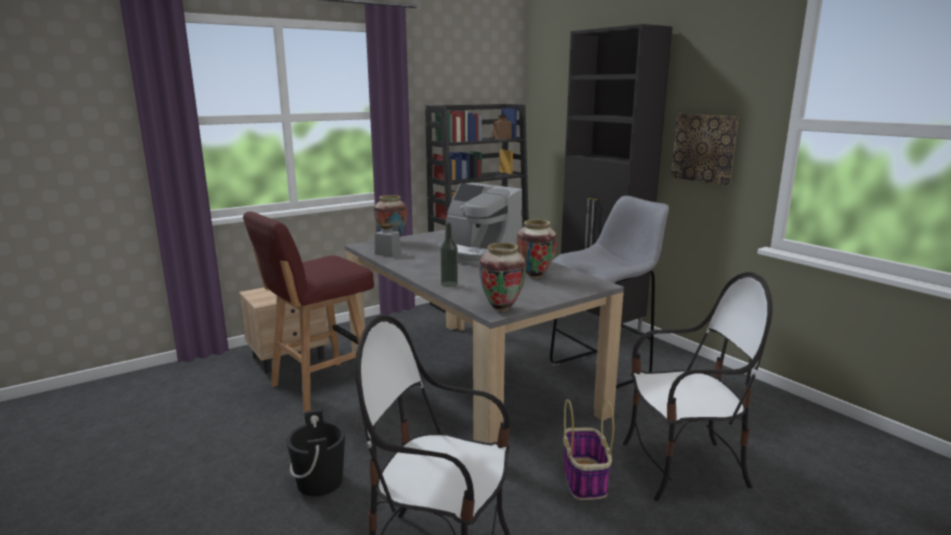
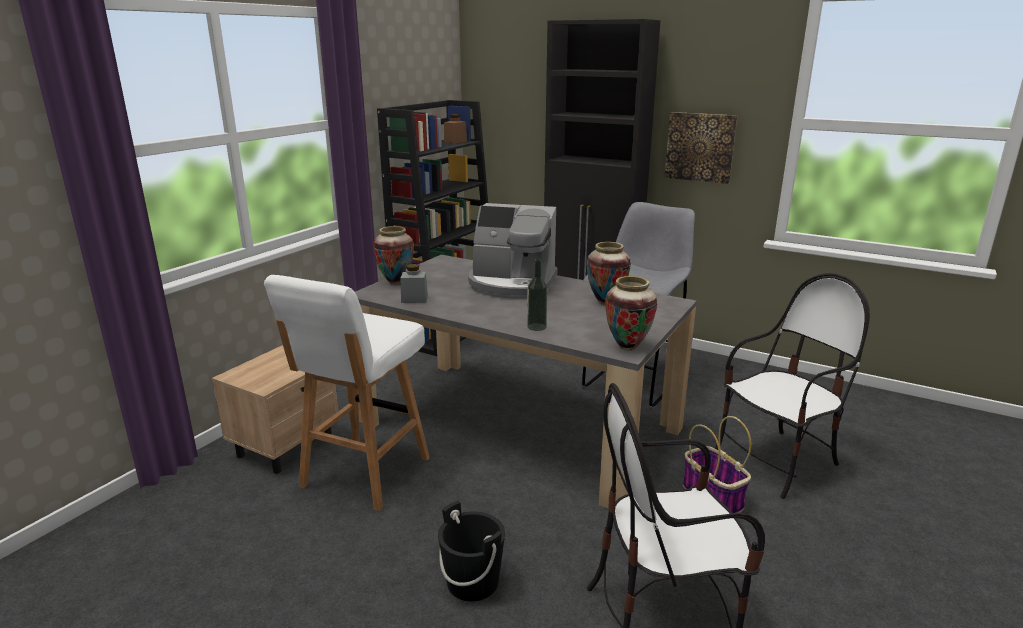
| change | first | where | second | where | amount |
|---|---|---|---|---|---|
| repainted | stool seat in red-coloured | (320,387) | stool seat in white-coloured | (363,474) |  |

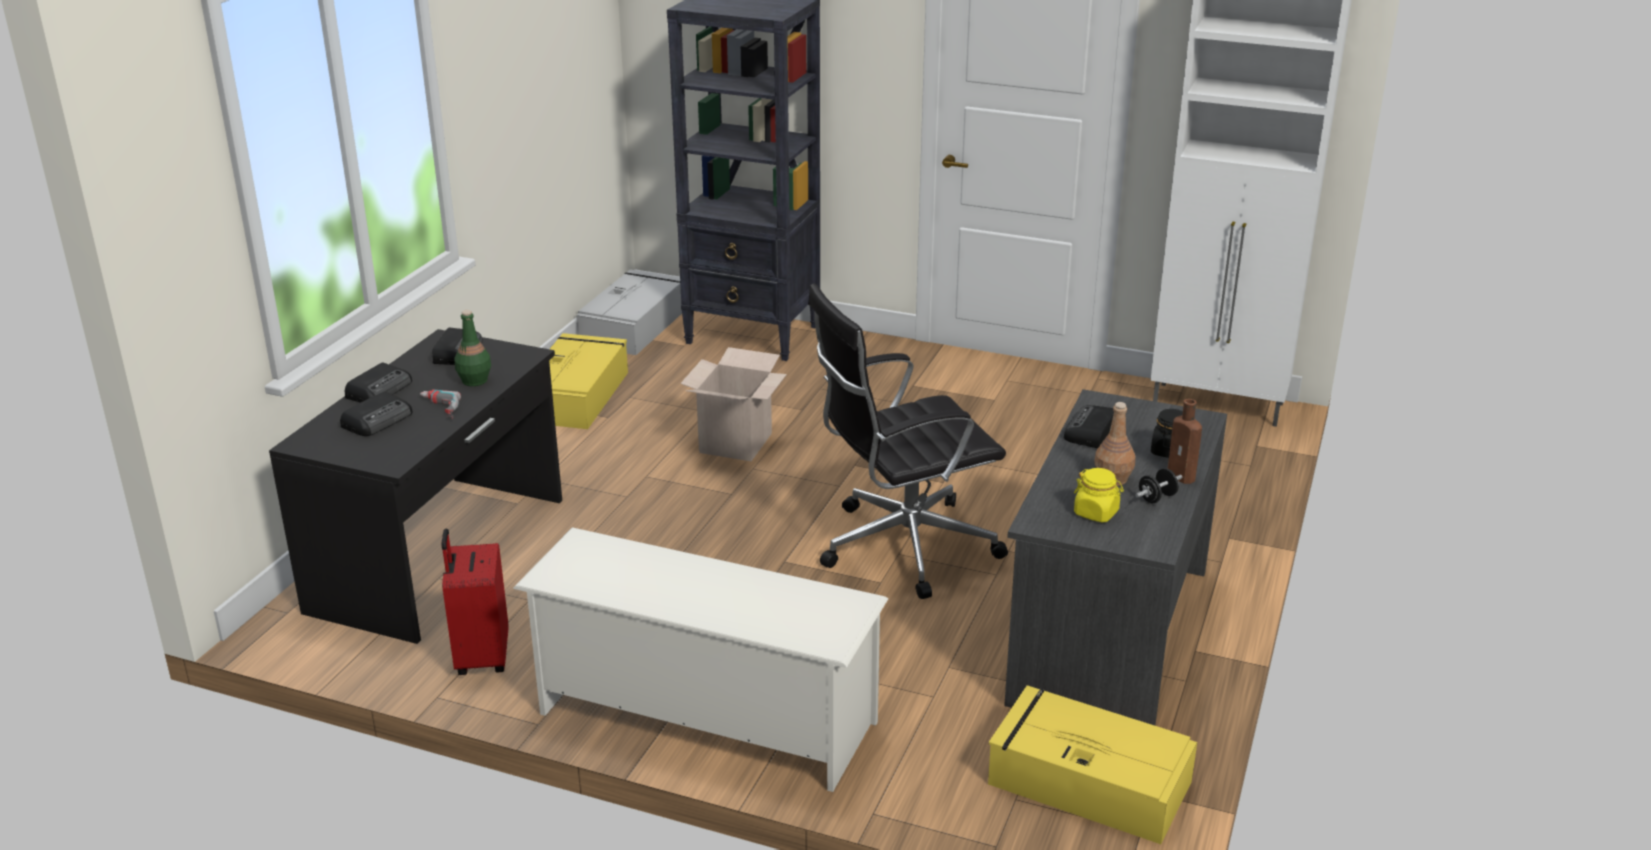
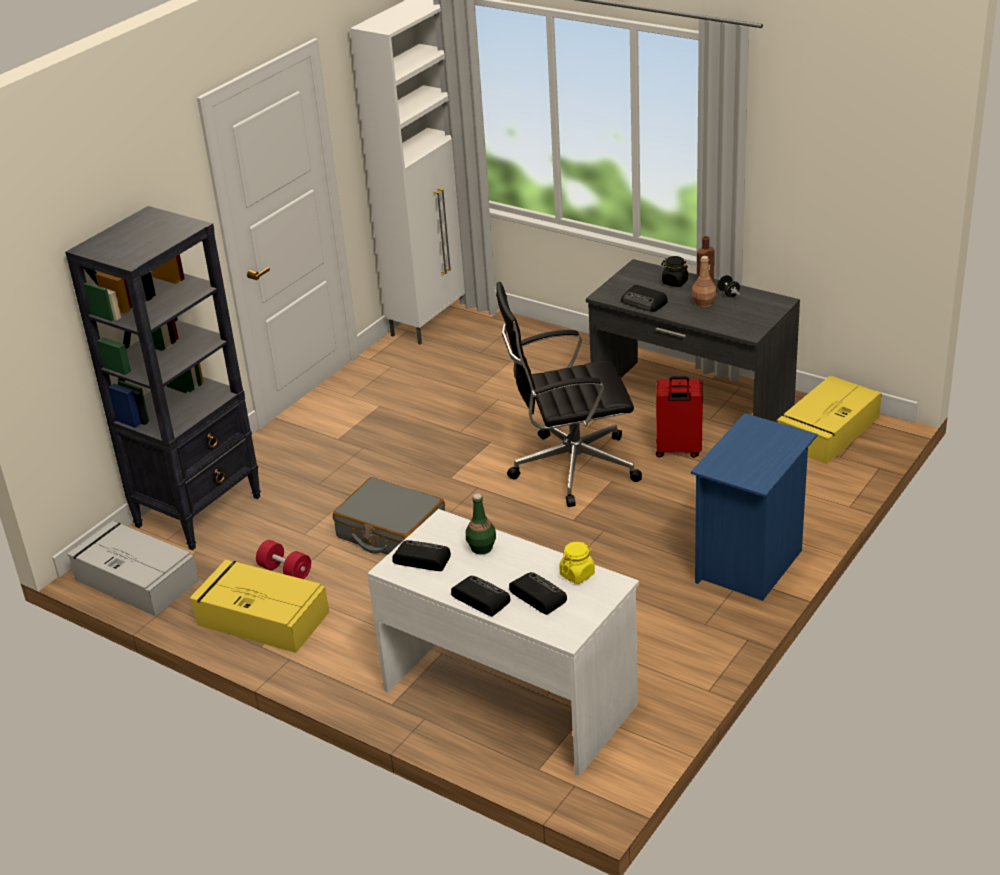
| change | first | where | second | where | amount |
|---|---|---|---|---|---|
| new |  |  | free weight in red-coloured | (285,571) |  |
| swapped | cardboard box | (735,443) | travel case in gray | (391,532) |  |
| repainted | desk in black-coloured | (441,554) | desk in white-coloured | (510,695) |  |
| rotated | computer chair in black-coloured | (902,547) |  | (570,467) | 90 degrees clockwise |
| shifted | preserve jar in yellow | (1096,513) |  | (577,574) |  |
| shifted | travel case in red-coloured | (480,657) |  | (678,450) |  |
| swapped | shoe rack in white-coloured | (704,718) | night table in blue | (751,565) |  |
| gone | drill | (437,410) |  |  |  |

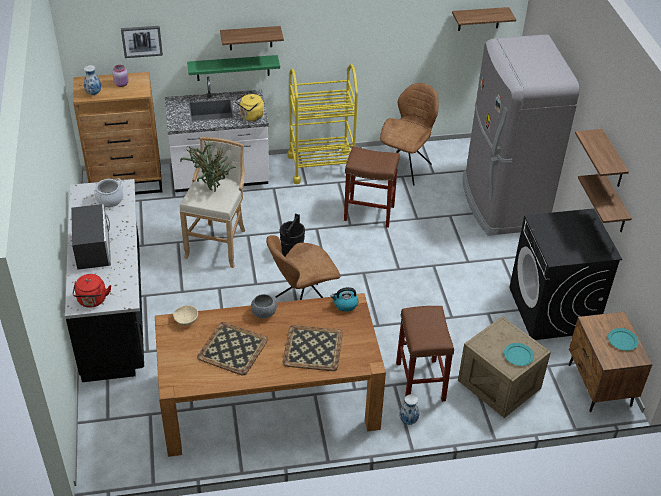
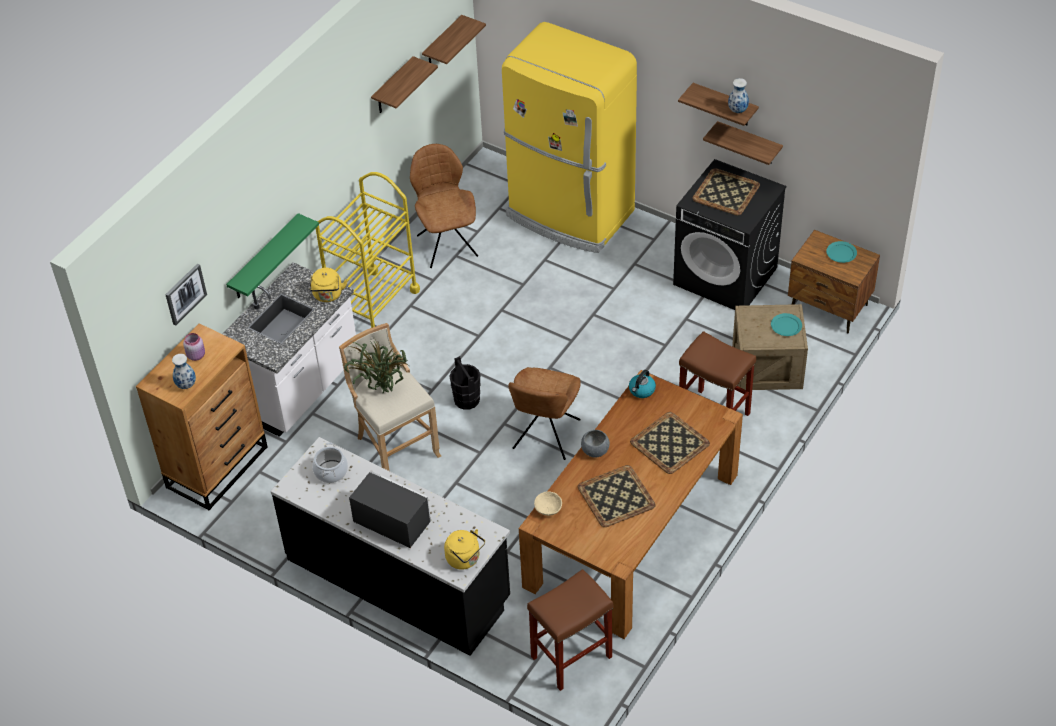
| change | first | where | second | where | amount |
|---|---|---|---|---|---|
| shifted | bracket shelf | (250,38) |  | (393,87) |  |
| repainted | tea kettle in red-coloured | (92,301) | tea kettle in yellow | (465,559) |  |
| repainted | refrigerator in gray | (502,203) | refrigerator in yellow | (569,215) |  |
| shifted | stool seat in brown-coloured | (370,213) |  | (572,656) |  |
| new |  |  | tray | (726,192) |  |
| shifted | decorative vase | (408,421) |  | (738,111) |  |

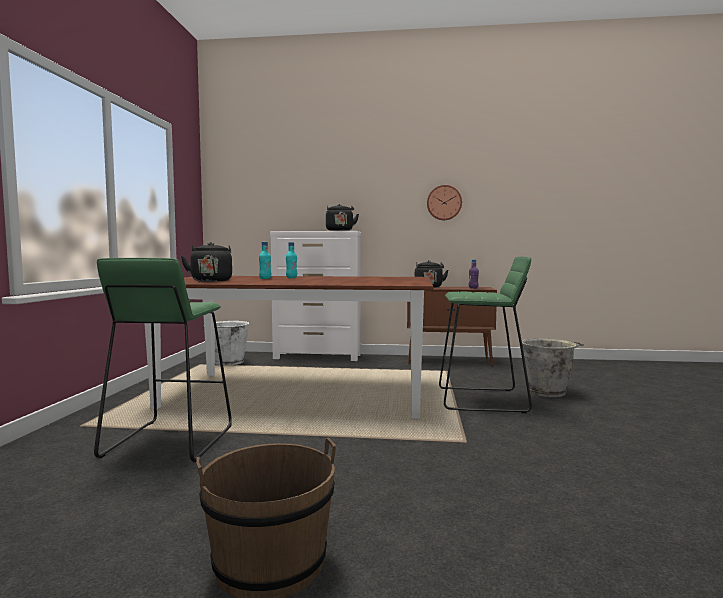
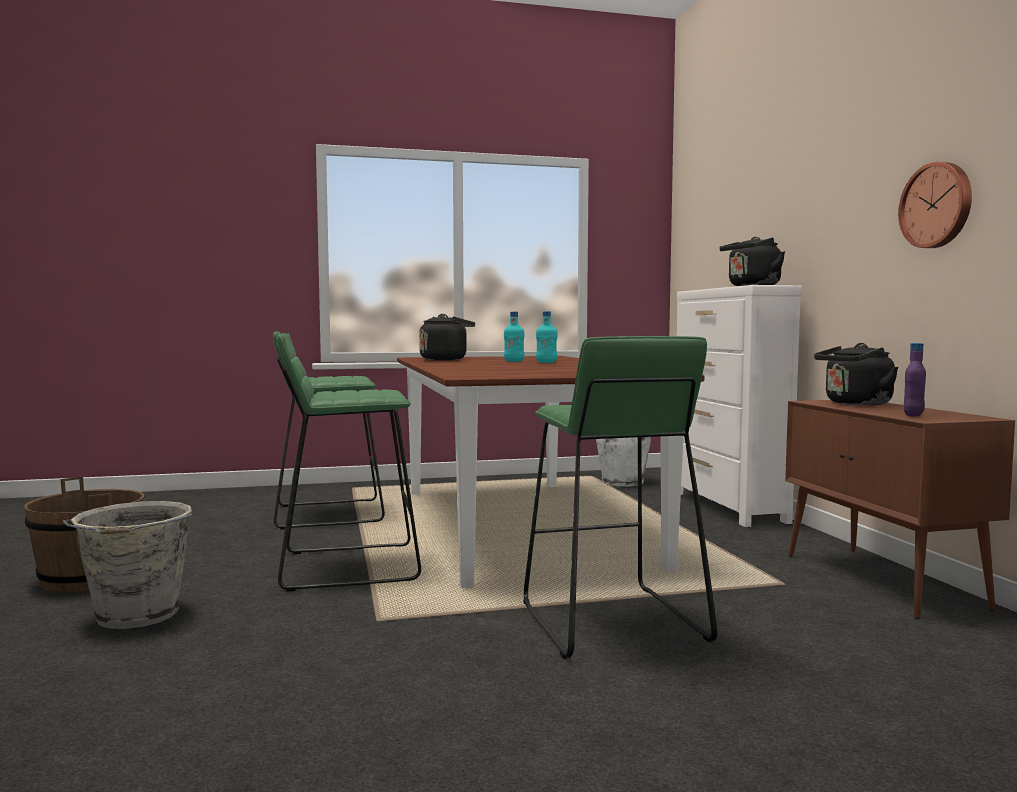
| change | first | where | second | where | amount |
|---|---|---|---|---|---|
| shifted | pail in gray | (548,392) |  | (136,616) |  |
| new |  |  | stool seat in green-coloured | (348,566) |  |

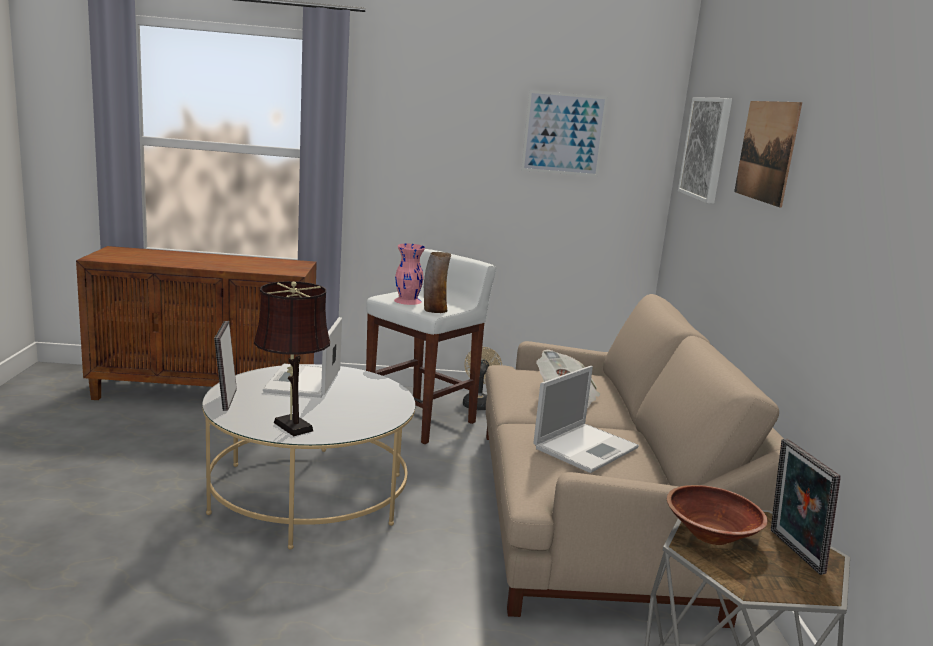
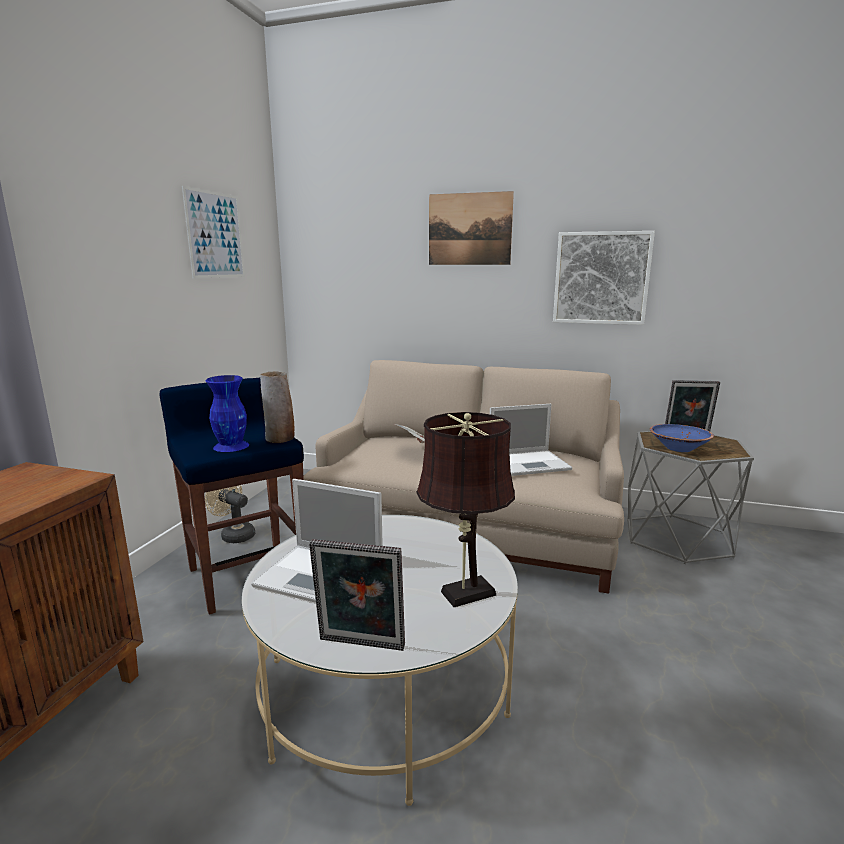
| change | first | where | second | where | amount |
|---|---|---|---|---|---|
| repainted | stool seat in white-coloured | (422,420) | stool seat in blue | (247,575) |  |
| repainted | decorative vase in pink-coloured | (408,301) | decorative vase in blue | (232,446) |  |
| rotated | portable computer | (586,447) |  | (529,463) | 105 degrees clockwise |
| shifted | wall art | (706,148) |  | (601,278) |  |
| repainted | bowl in brown-coloured | (710,534) | bowl in blue | (678,448) |  |

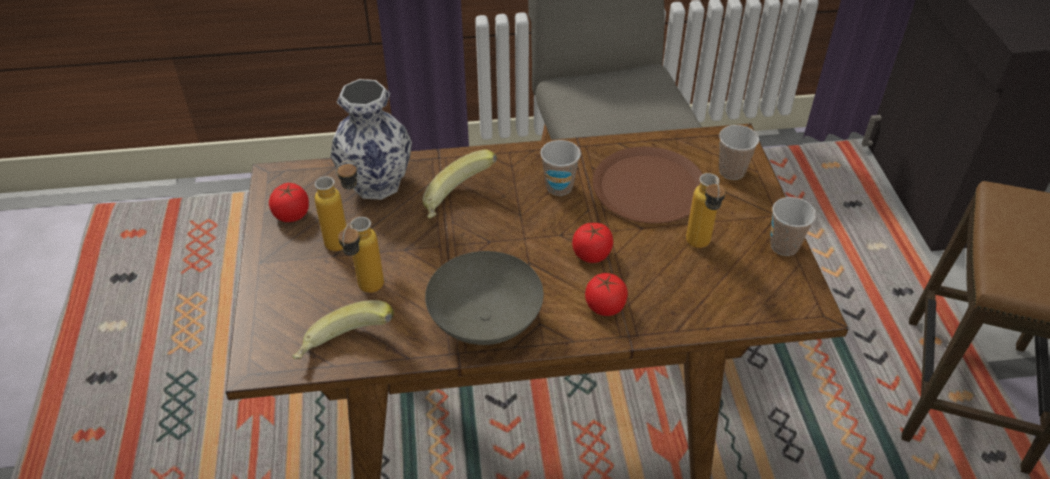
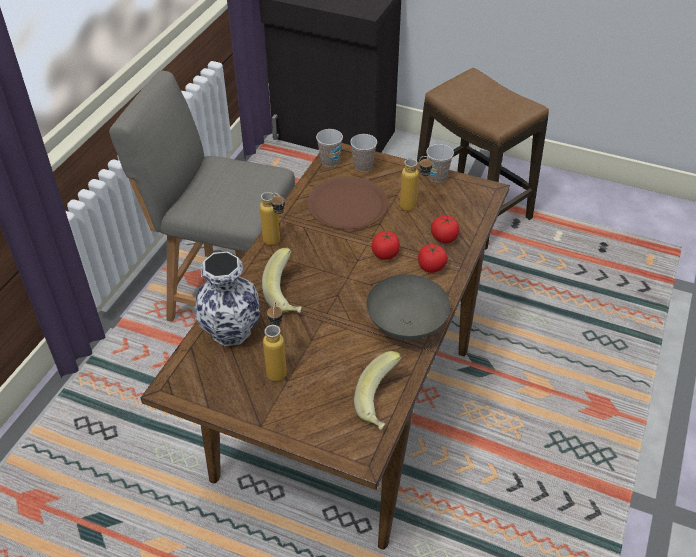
| change | first | where | second | where | amount |
|---|---|---|---|---|---|
| shifted | drink bottle | (366,292) |  | (276,244) |  |
| shifted | drinking cup | (559,187) |  | (330,161) |  |
| shifted | fresh tomato | (292,214) |  | (444,238) |  |

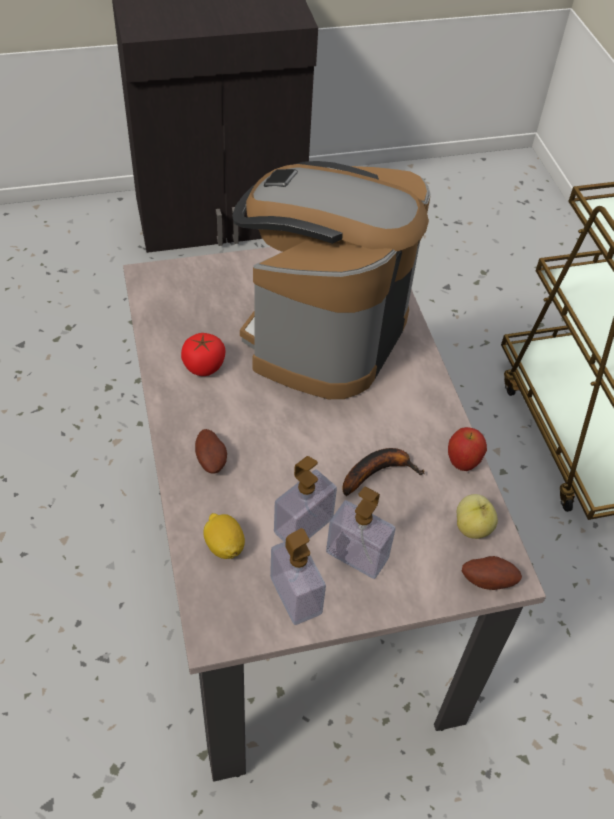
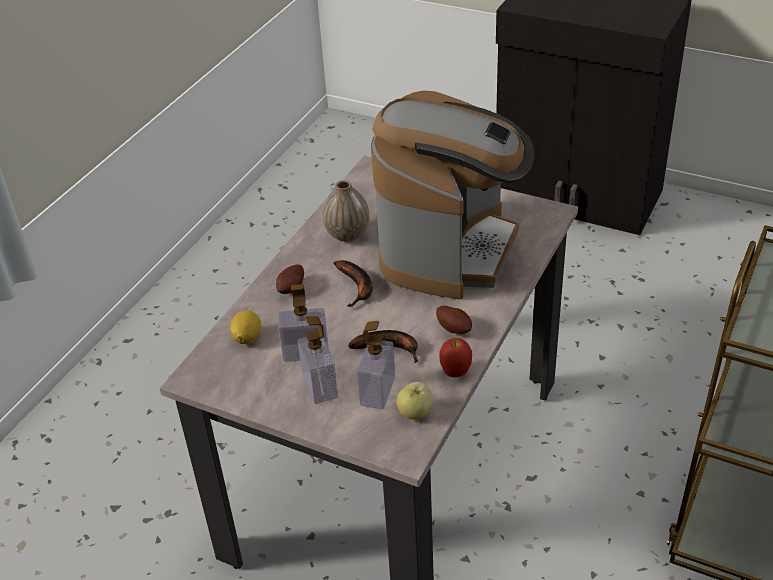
| change | first | where | second | where | amount |
|---|---|---|---|---|---|
| swapped | fresh tomato | (204,366) | decorative vase | (347,234) |  |
| new |  |  | banana | (357,287) |  |
| shifted | soap dispenser | (295,596) |  | (377,391) |  |
| rotated | coffee brewer | (323,333) |  | (450,250) | 135 degrees clockwise |
| shifted | spud | (488,579) |  | (454,328) |  |

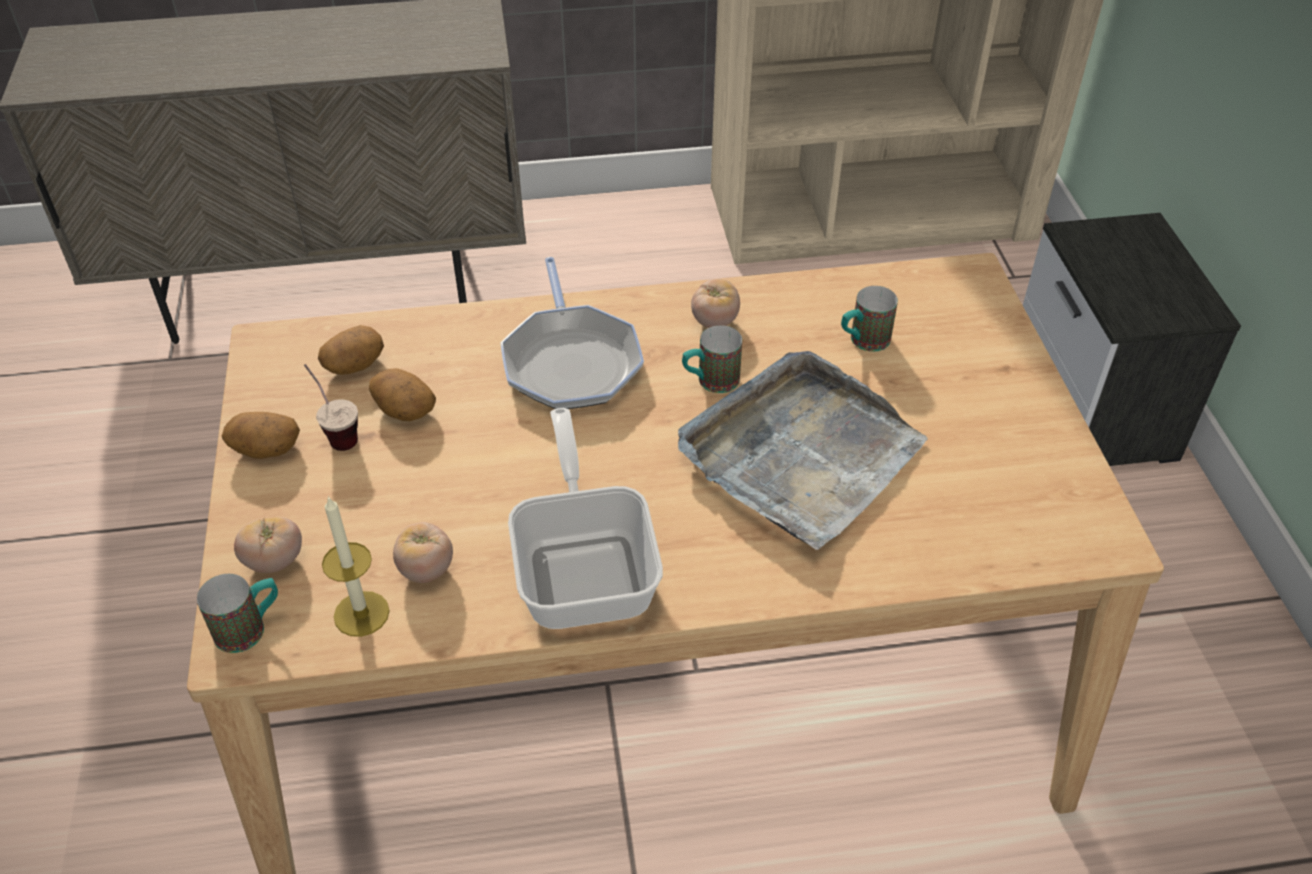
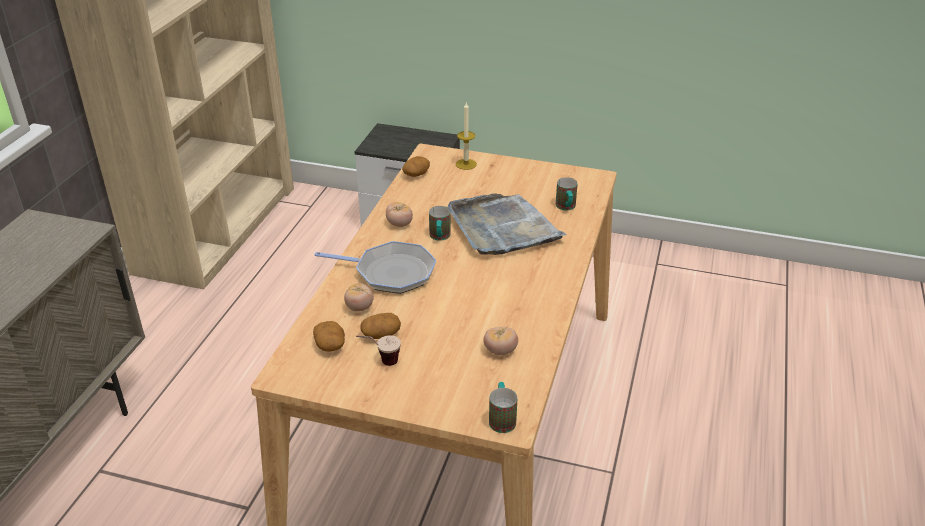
| change | first | where | second | where | amount |
|---|---|---|---|---|---|
| shifted | fresh tomato | (274,561) |  | (359,307) |  |
| shifted | spud | (265,448) |  | (416,174) |  |
| shifted | wax light | (361,613) |  | (466,164) |  |
| shifted | coffee mug | (862,342) |  | (566,207) |  |
| gone | frying pan | (586,567) |  |  |  |

